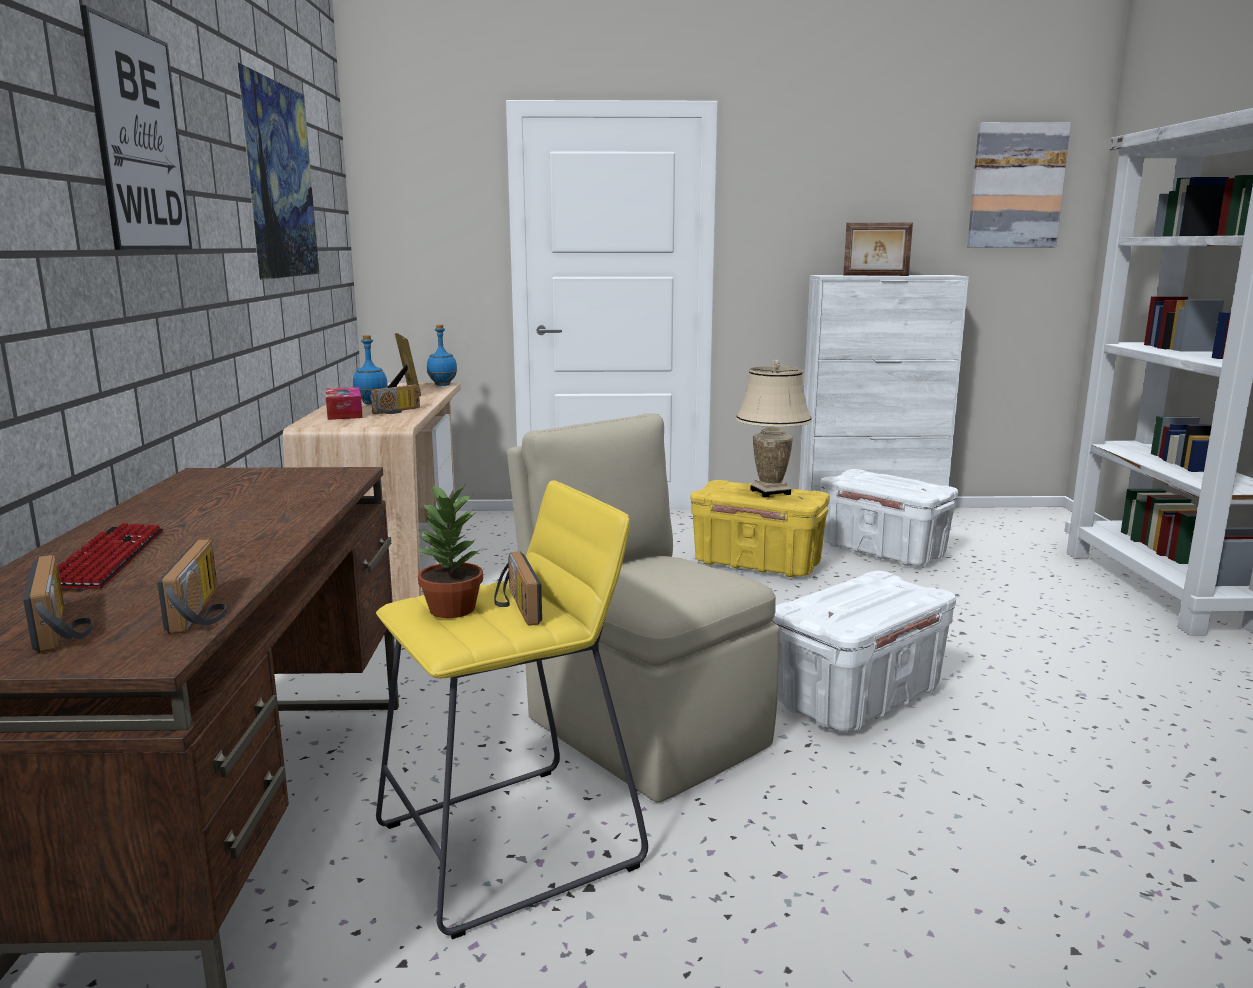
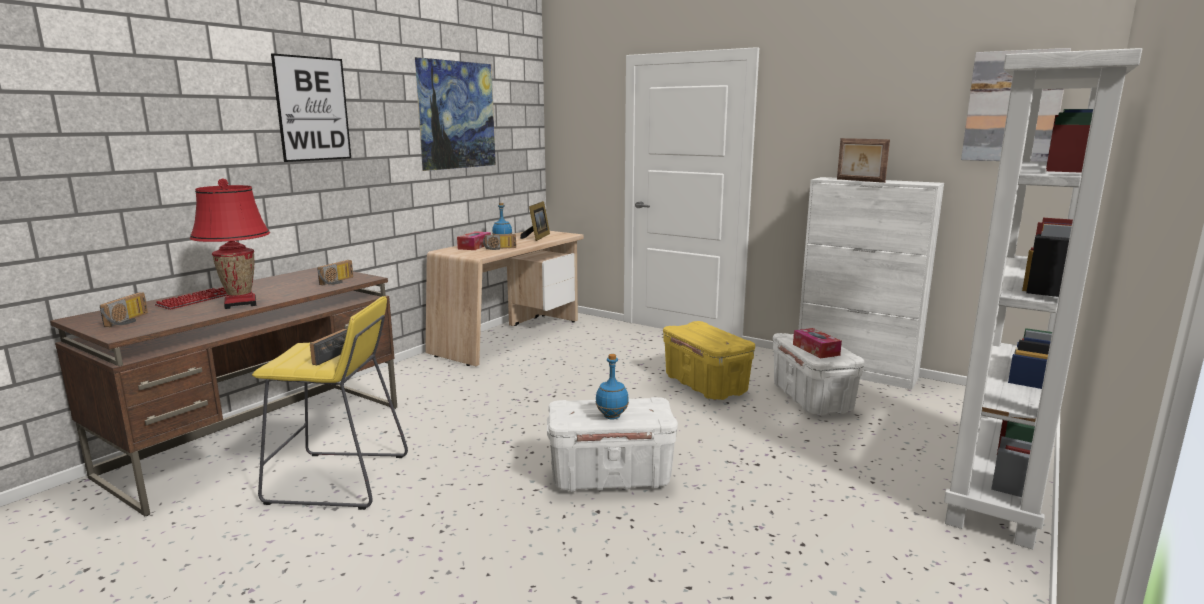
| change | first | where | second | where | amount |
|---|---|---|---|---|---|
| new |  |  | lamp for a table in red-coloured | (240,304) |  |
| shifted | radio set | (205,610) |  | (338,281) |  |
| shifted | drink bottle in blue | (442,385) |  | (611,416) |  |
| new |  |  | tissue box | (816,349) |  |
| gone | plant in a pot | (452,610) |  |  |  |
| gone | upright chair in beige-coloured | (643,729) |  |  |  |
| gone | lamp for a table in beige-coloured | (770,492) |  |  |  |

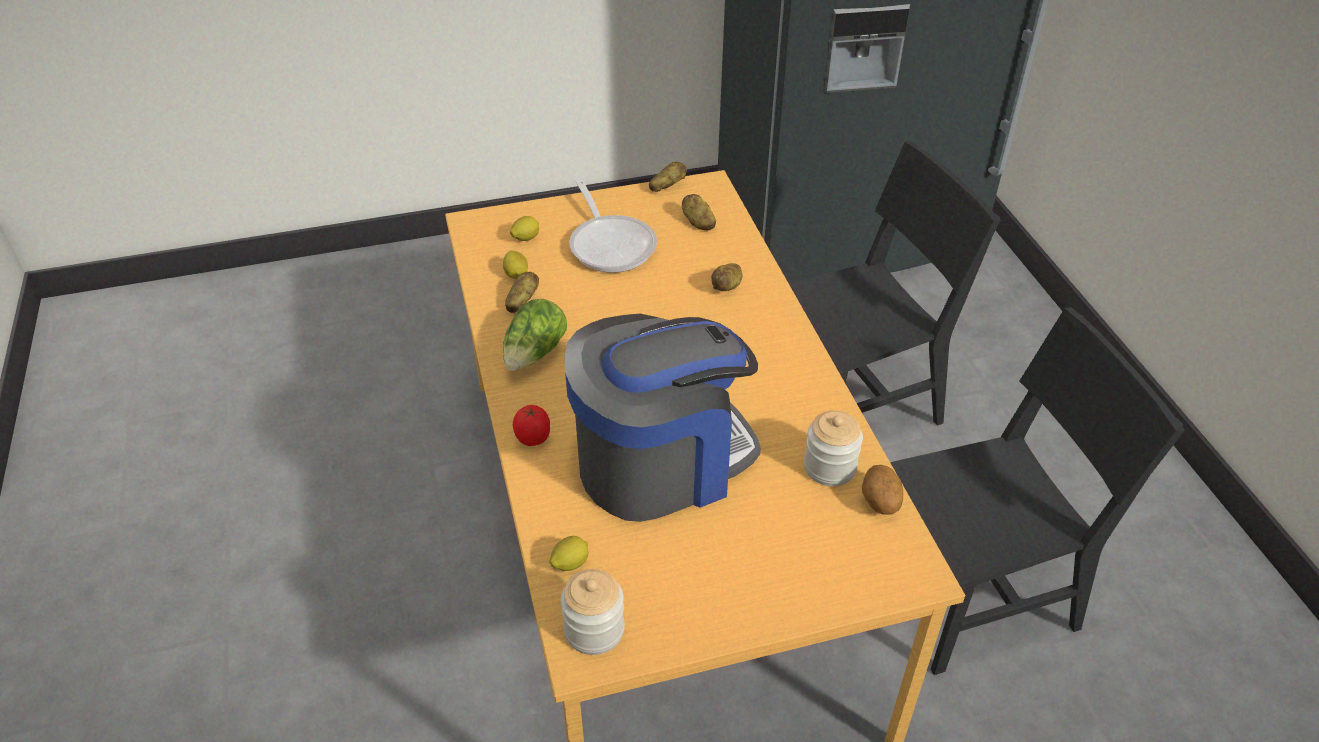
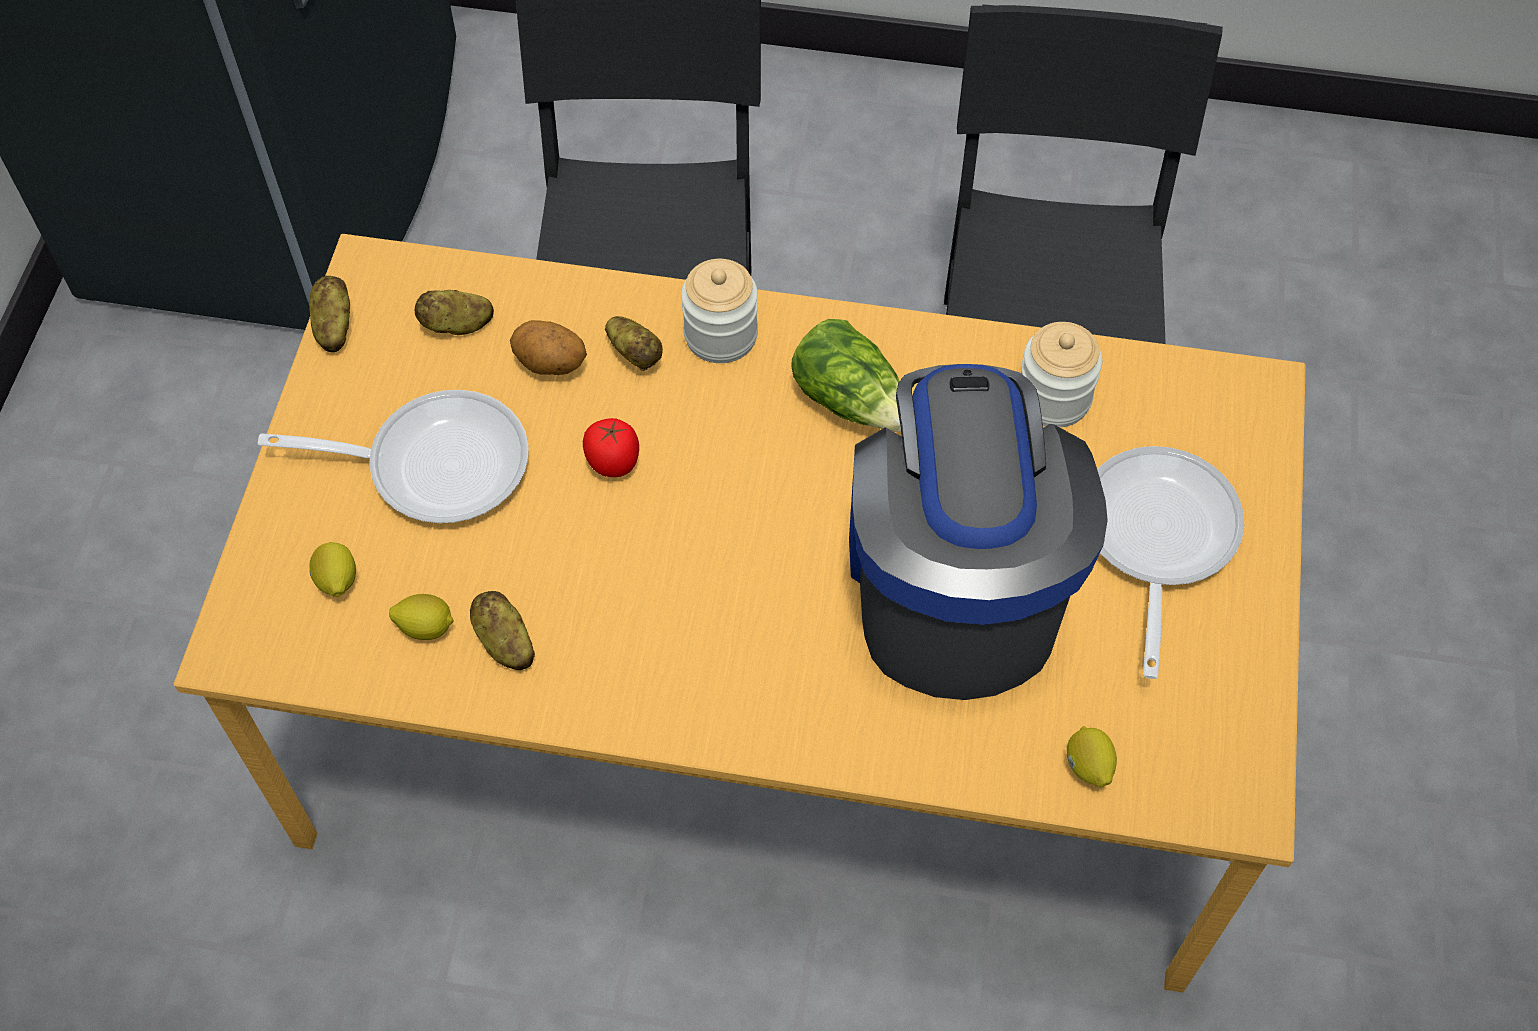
| change | first | where | second | where | amount |
|---|---|---|---|---|---|
| shifted | spud | (879,502) |  | (550,365) |  |
| shifted | fresh tomato | (533,438) |  | (613,463) |  |
| shifted | preserve jar | (594,630) |  | (721,335) |  |
| shifted | head of lettuce | (535,353) |  | (850,399) |  |
| new |  |  | frying pan | (1155,539) |  |

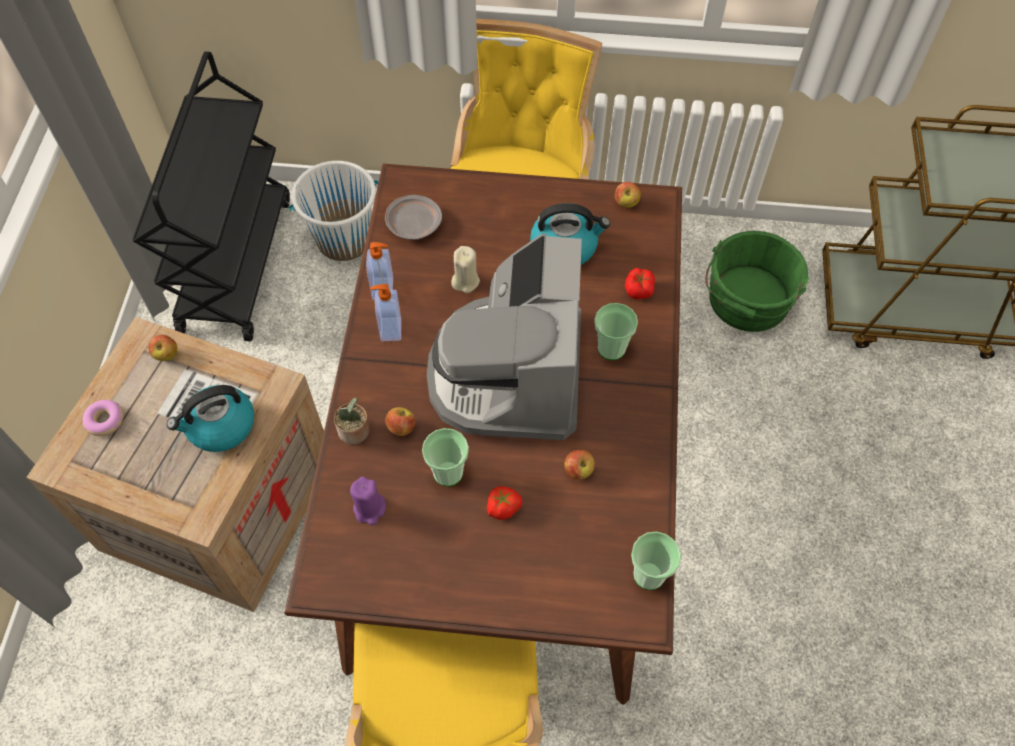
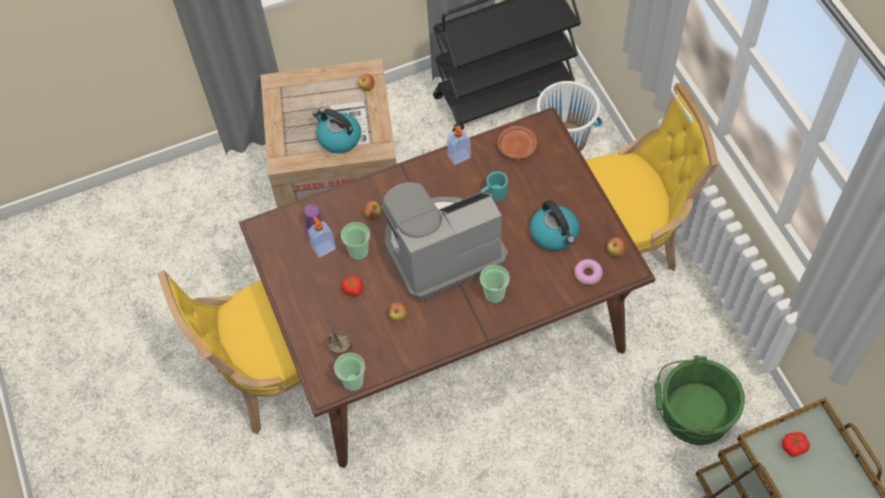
| change | first | where | second | where | amount |
|---|---|---|---|---|---|
| shifted | soap dispenser | (390,329) |  | (323,248) |  |
| shifted | plant in a pot | (355,432) |  | (340,352) |  |
| swapped | wax light in beige-coloured | (465,281) | coffee mug in turquoise | (493,194) |  |
| repainted | plate in gray | (413,224) | plate in brown-coloured | (516,146) |  |
| shifted | doughnut | (105,420) |  | (588,274) |  |
| shifted | fresh tomato | (638,289) |  | (793,446) |  |

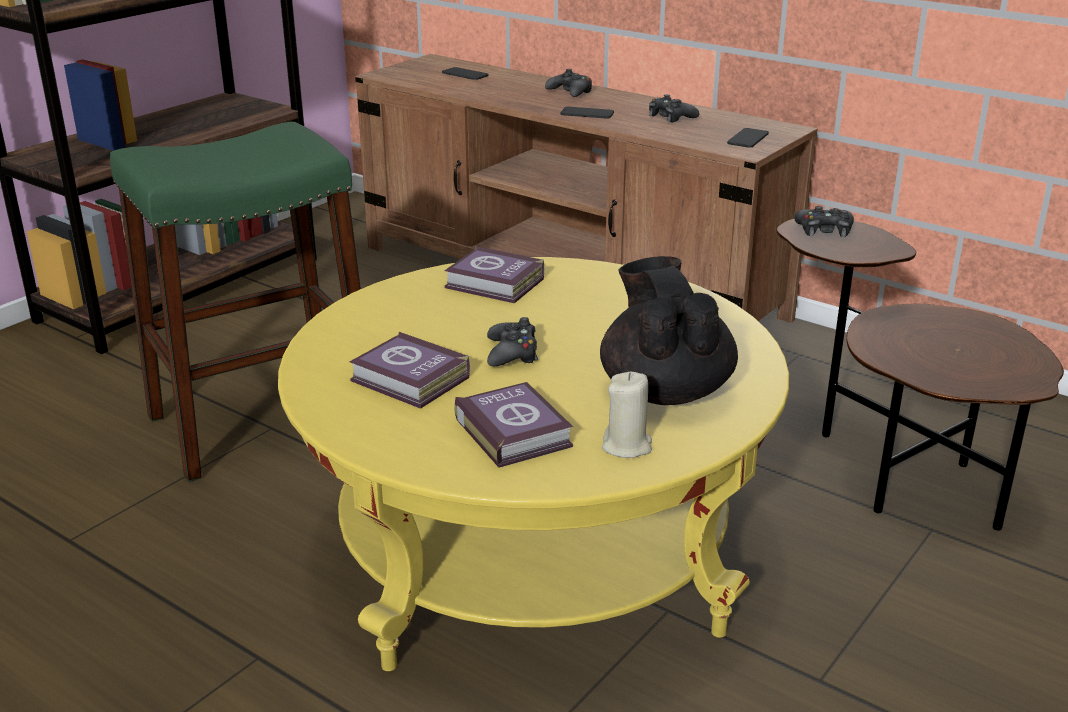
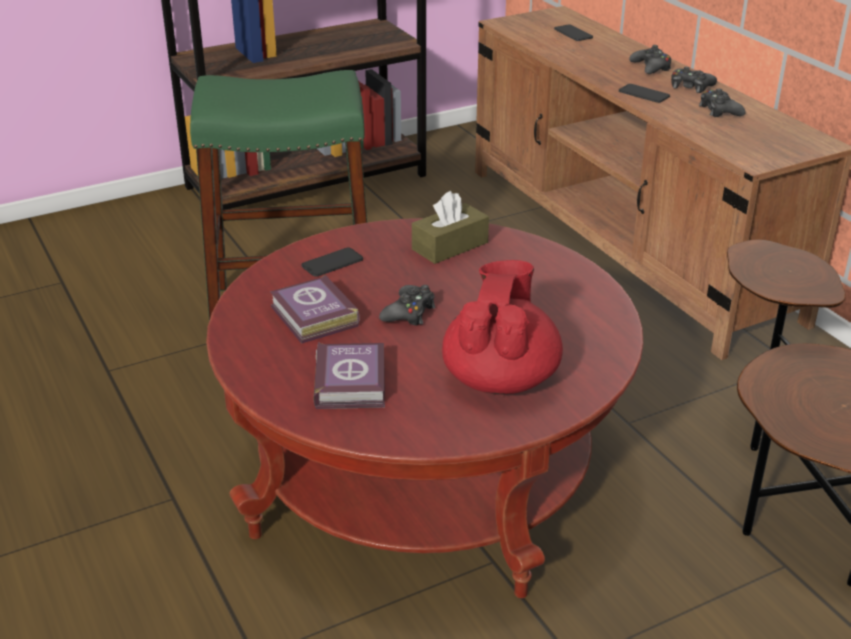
| change | first | where | second | where | amount |
|---|---|---|---|---|---|
| repainted | coffee table in yellow | (534,547) | coffee table in red-coloured | (425,475) |  |
| shifted | telephone | (748,138) |  | (332,263) |  |
| swapped | volume | (495,284) | tissue box in brown-coloured | (450,246) |  |
| repainted | teapot in black-coloured | (664,390) | teapot in red-coloured | (500,378) |  |
| shifted | game controller in black-coloured | (824,230) |  | (690,86) |  |
| gone | wax light in beige-coloured | (627,446) |  |  |  |

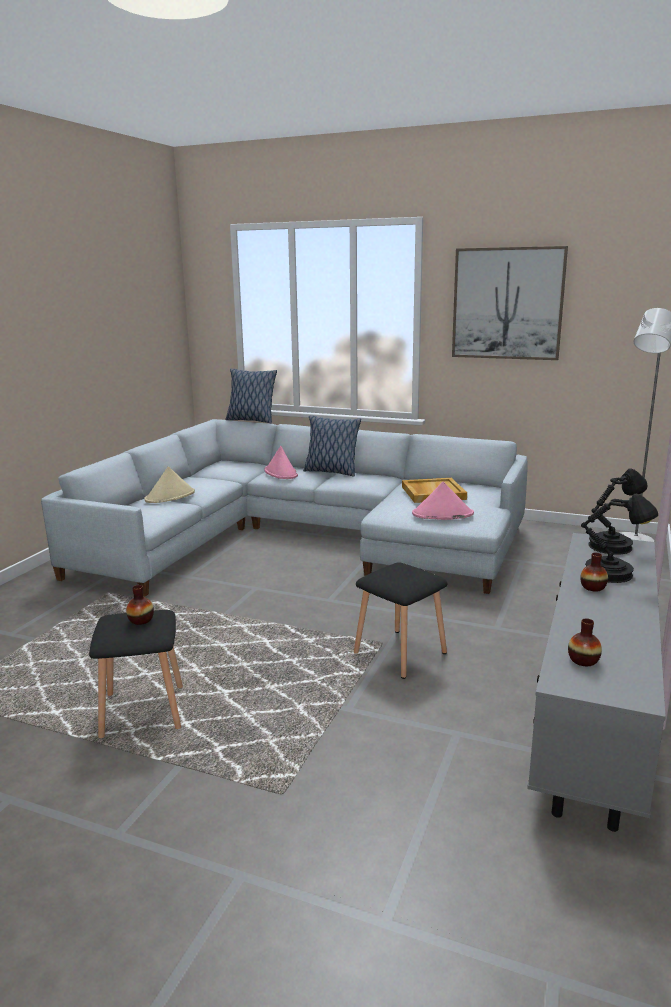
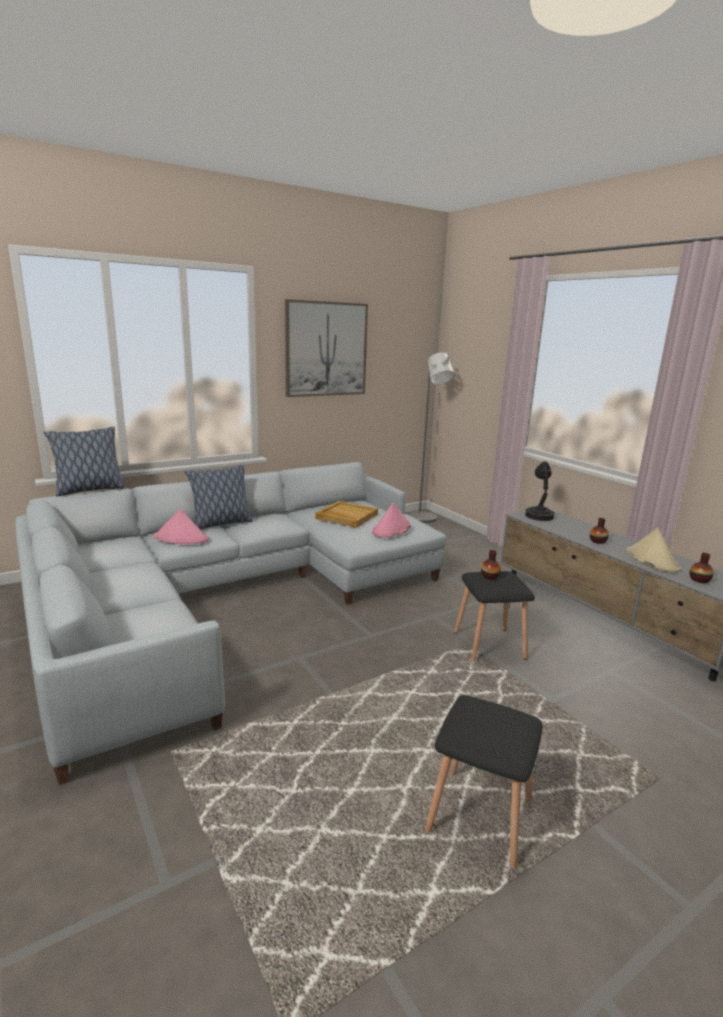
| change | first | where | second | where | amount |
|---|---|---|---|---|---|
| shifted | decorative vase | (141,620) |  | (490,576) |  |
| shifted | wearable hat in beige-coloured | (170,496) |  | (651,560) |  |
| gone | lamp for a table in black-coloured | (613,574) |  |  |  |

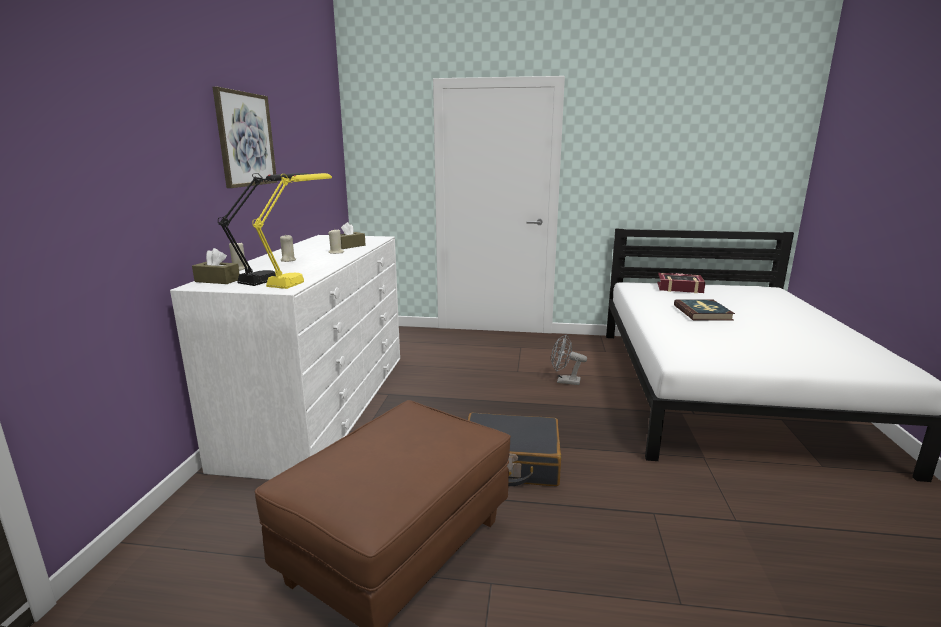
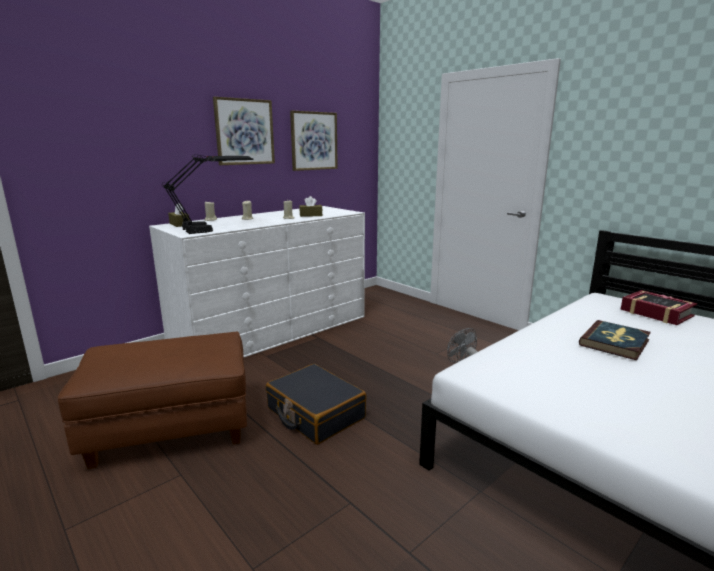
| change | first | where | second | where | amount |
|---|---|---|---|---|---|
| repainted | lamp for a table in yellow | (302,278) | lamp for a table in black-coloured | (216,229) |  |
| new |  |  | wall art | (314,141) |  |

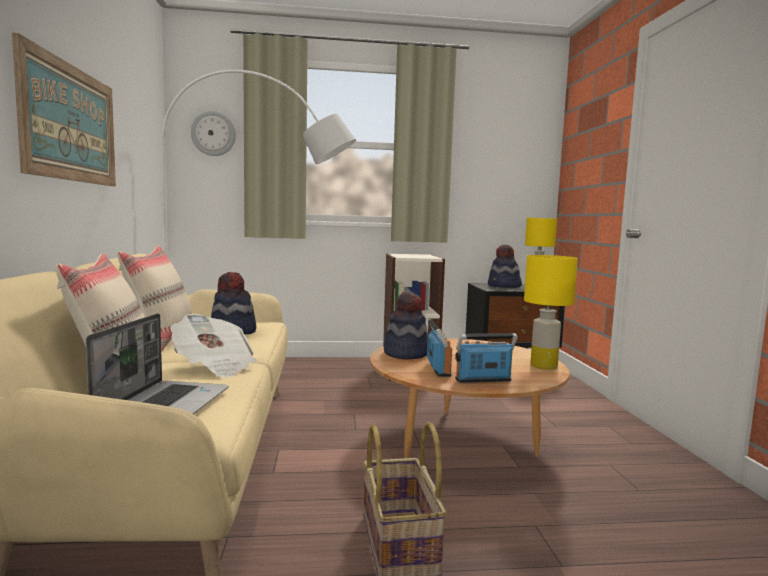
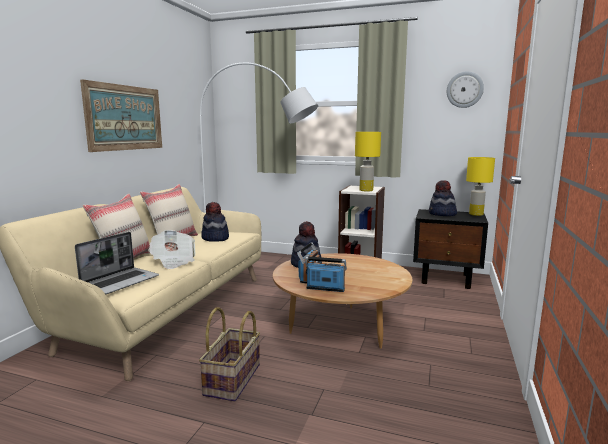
| change | first | where | second | where | amount |
|---|---|---|---|---|---|
| shifted | lamp for a table in yellow | (543,366) |  | (365,190) |  |
| shifted | hanging clock | (213,133) |  | (464,89) |  |

